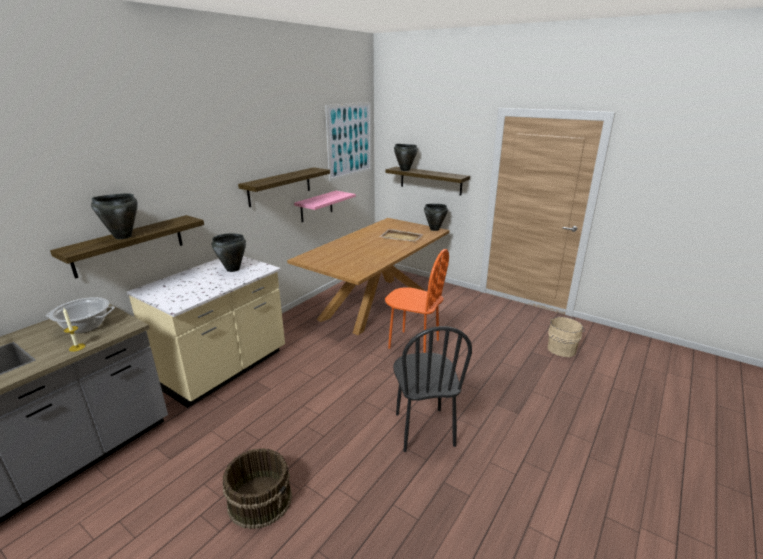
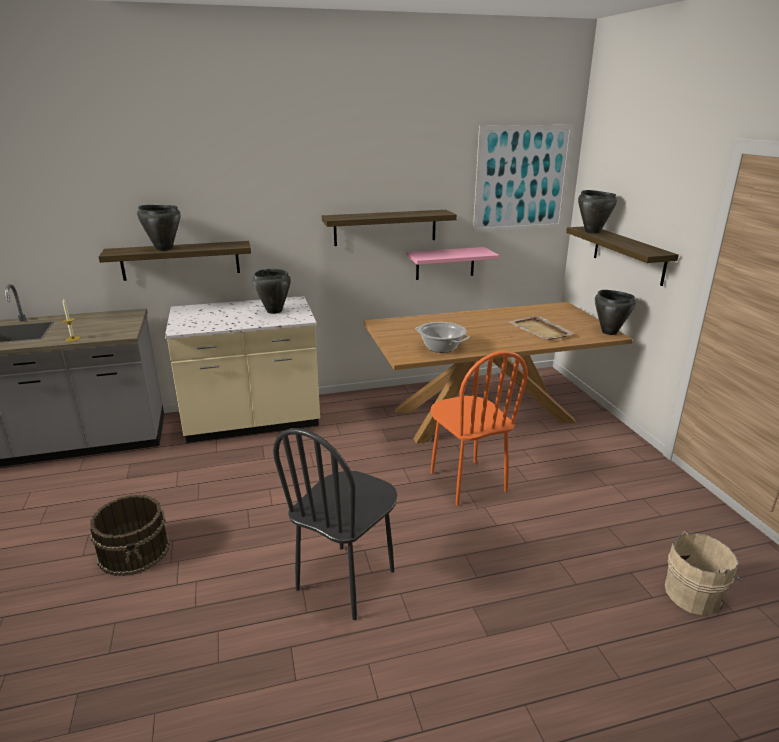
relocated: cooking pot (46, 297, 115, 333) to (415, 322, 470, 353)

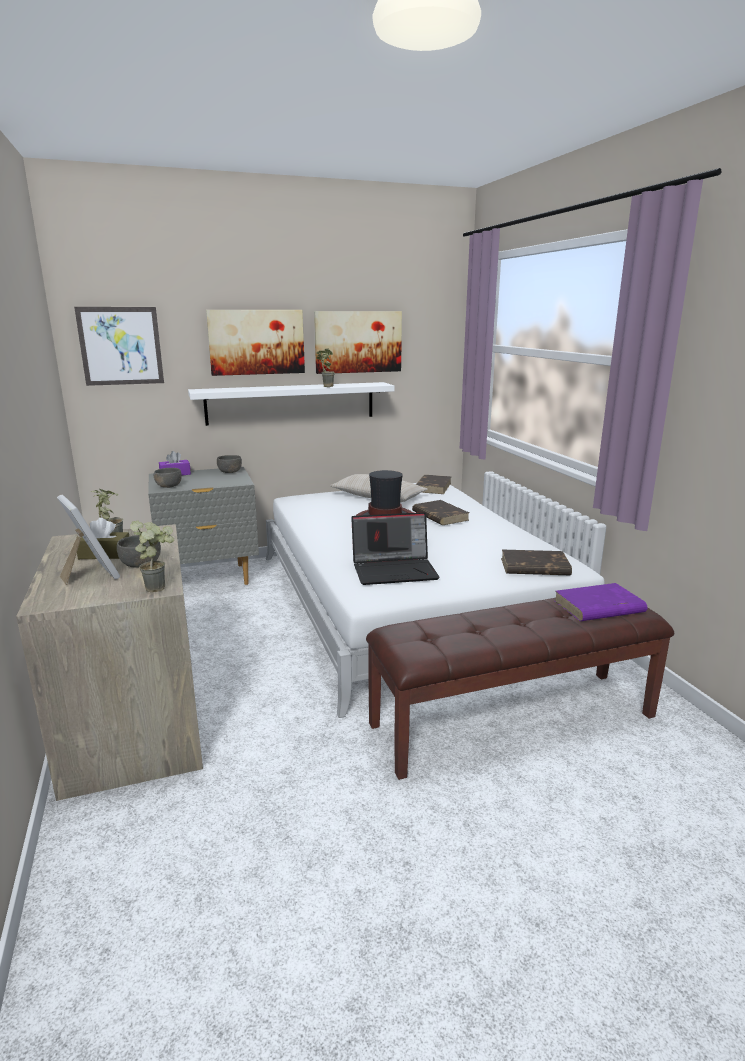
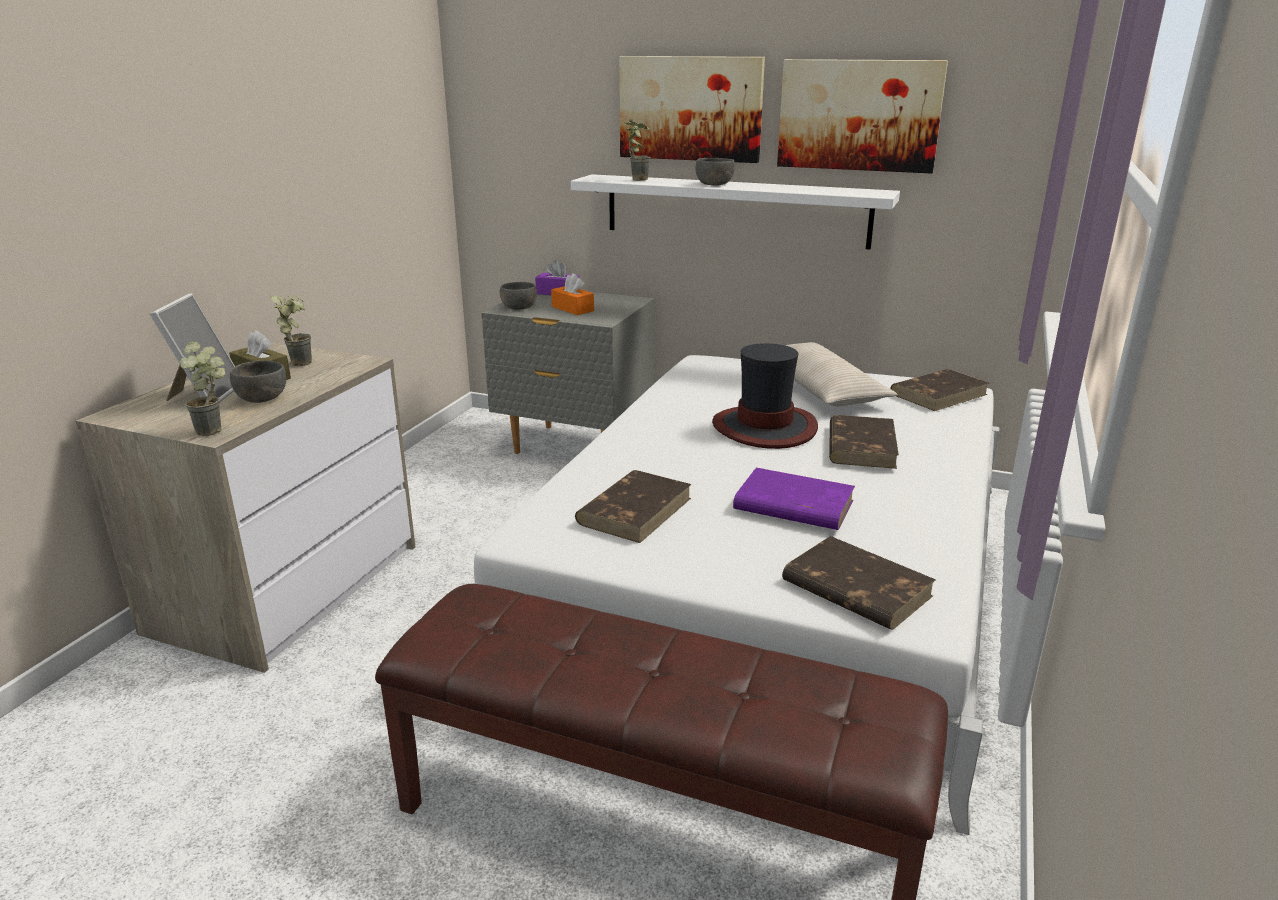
missing: picture (74, 307, 164, 386)
appeared: orange tissue box (551, 273, 594, 315)
relocated: grey bowl (217, 455, 242, 473) to (696, 158, 735, 186); potted plant (317, 348, 335, 387) to (625, 119, 650, 181); purple book (555, 583, 647, 621) to (733, 468, 855, 530)
exchanged: laptop (351, 512, 440, 585) to brown book (575, 470, 692, 543)

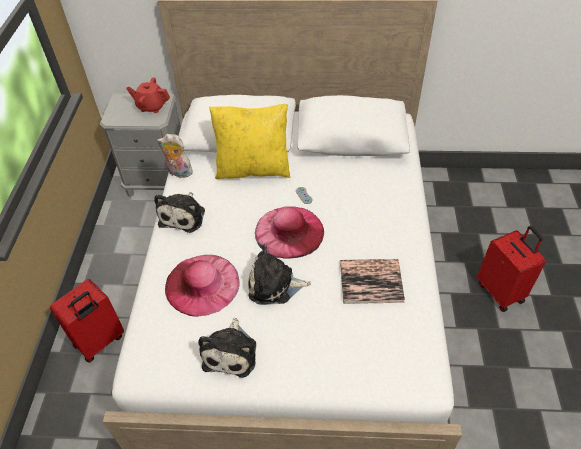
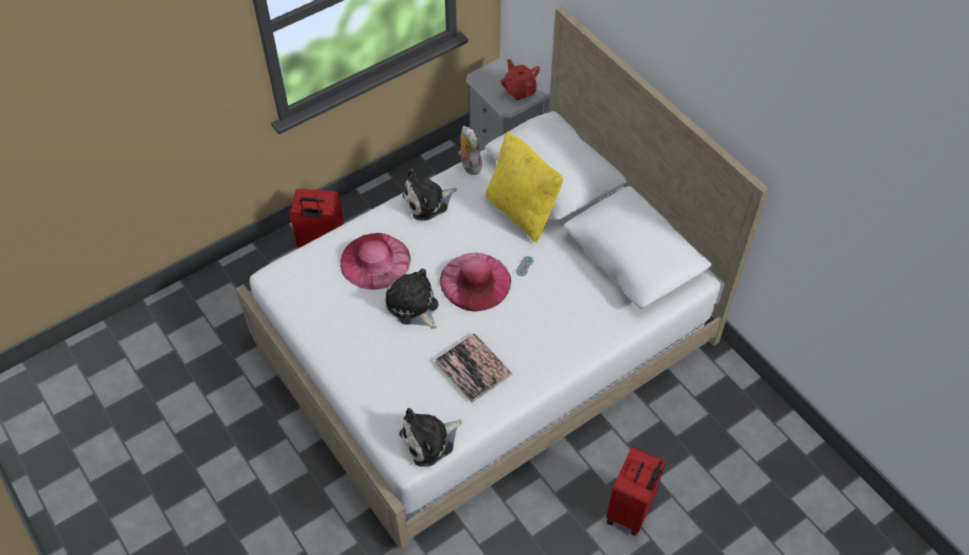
relocated: plush toy (198, 318, 256, 378) to (399, 408, 462, 467)

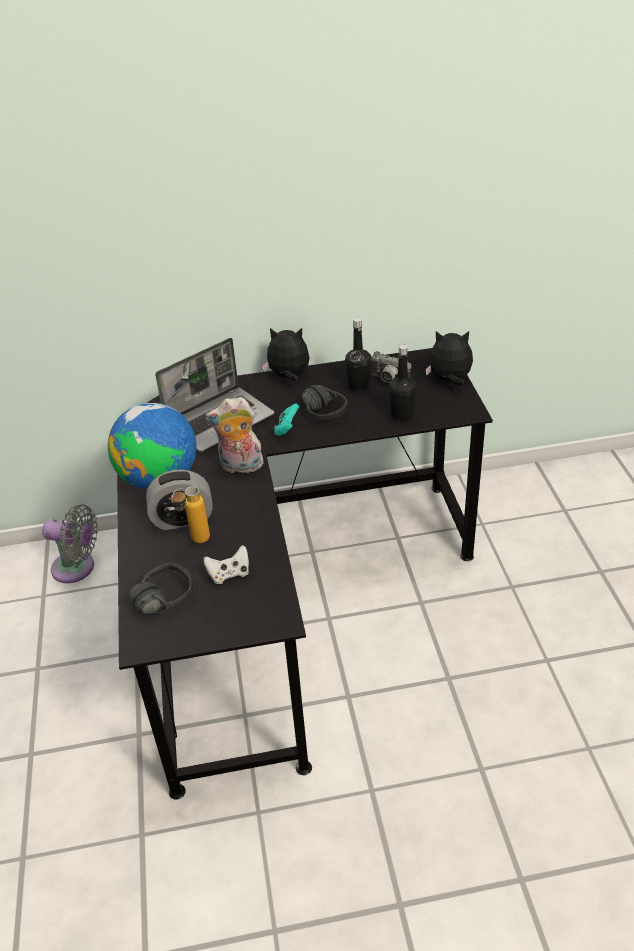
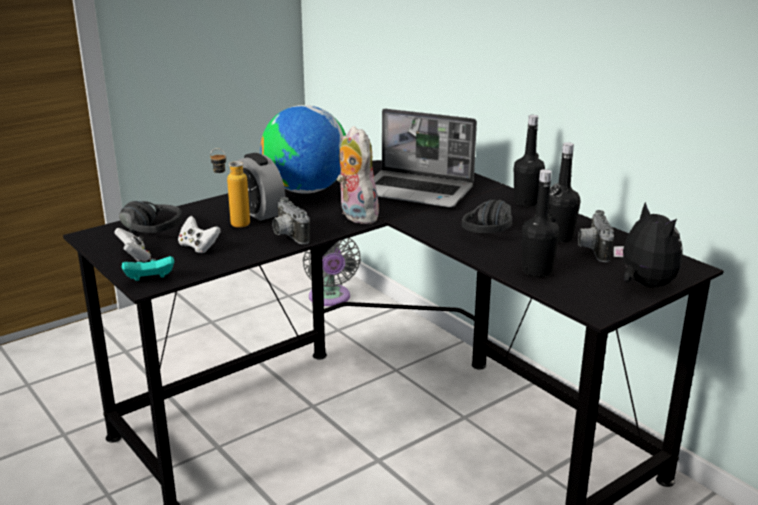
appeared: white game controller (114, 228, 151, 262); photo camera (272, 197, 310, 244)
relocated: turquoise game controller (273, 403, 299, 436) to (122, 256, 174, 281)
exchanged: plush toy (262, 328, 310, 381) to black bottle (514, 115, 545, 206)

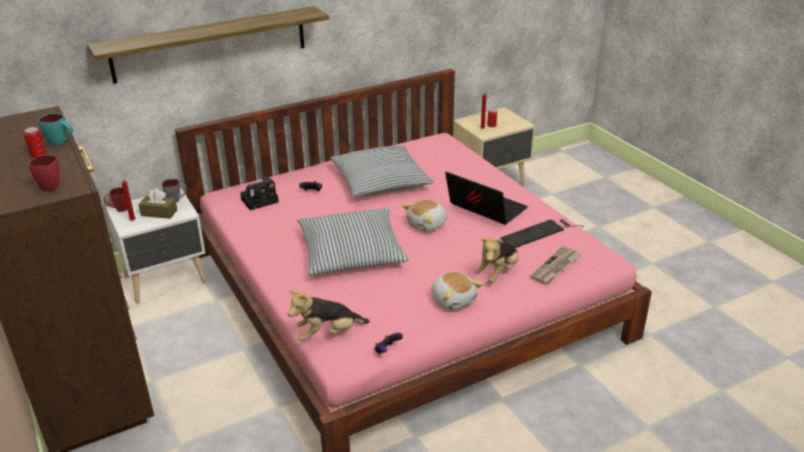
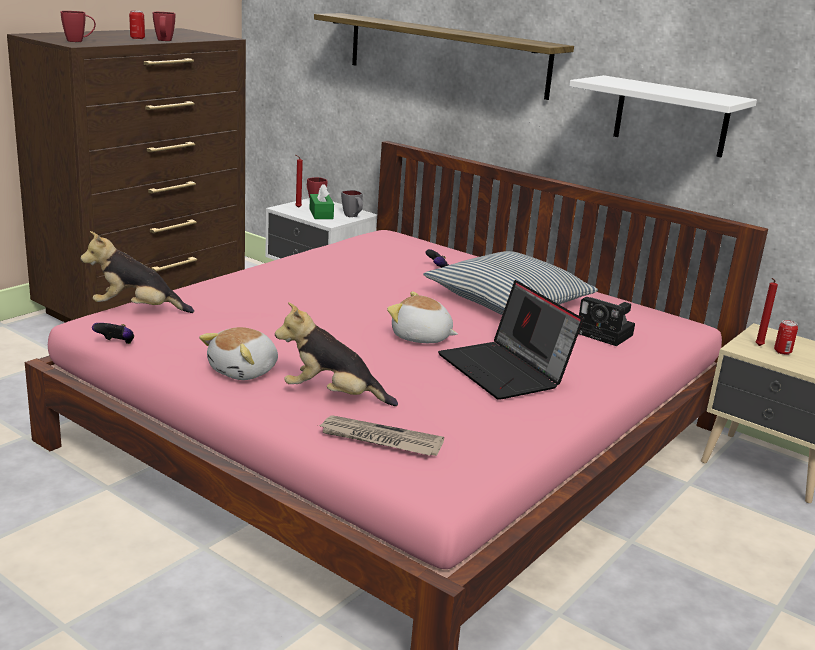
missing: pillow (297, 208, 409, 275); keyboard (501, 219, 584, 248)
appeared: white shelf (569, 75, 757, 157)
relocated: photo camera (240, 175, 279, 210) to (579, 297, 635, 346)
colour: turquoise mug (38, 113, 73, 146) to red mug (153, 12, 175, 41); brown tissue box (138, 189, 177, 219) to green tissue box (310, 184, 334, 219)
spun: plush toy (288, 290, 370, 341) = (81, 231, 194, 313) 45 degrees counterclockwise; laptop (445, 172, 528, 225) = (438, 280, 583, 400) 135 degrees clockwise

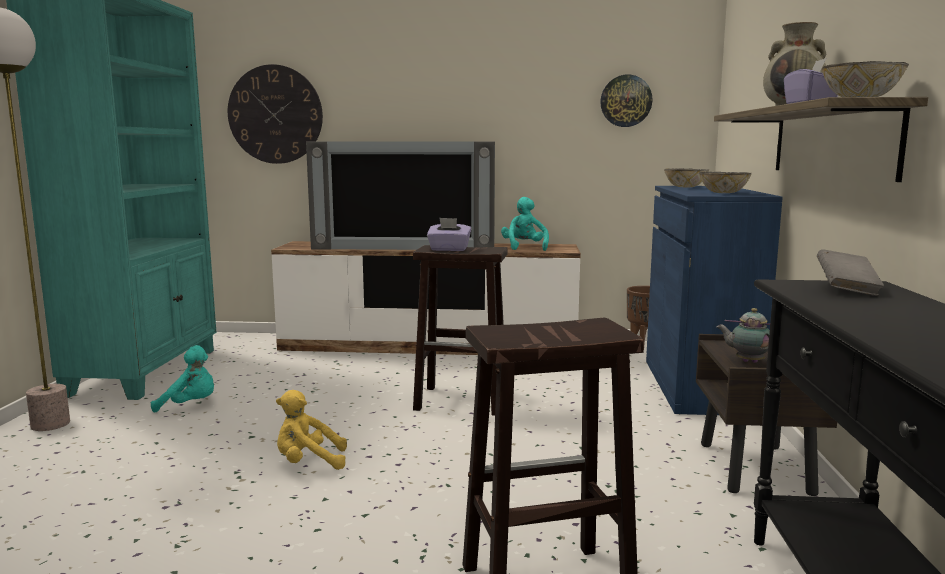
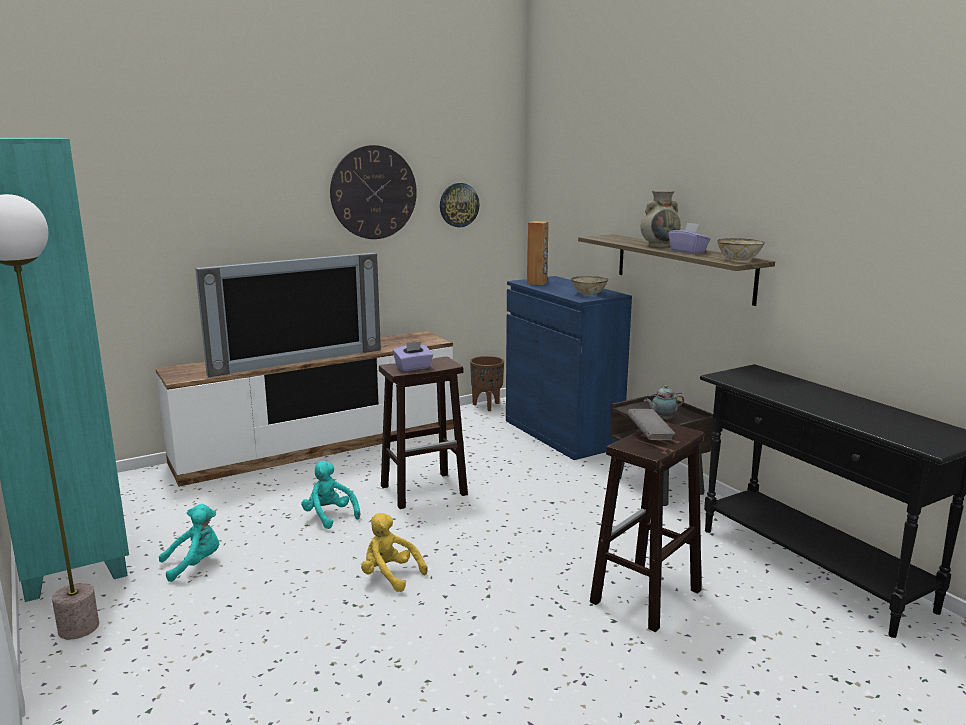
relocated: wall clock (228, 64, 323, 164) to (330, 145, 417, 239); turquoise plush toy (501, 197, 549, 251) to (301, 461, 360, 529); grey book (817, 249, 884, 296) to (627, 409, 675, 440)
exchanged: bowl (664, 168, 709, 187) to brown speaker (527, 221, 549, 285)
spun: yellow plush toy (276, 390, 347, 470) = (361, 513, 428, 592) 75 degrees clockwise

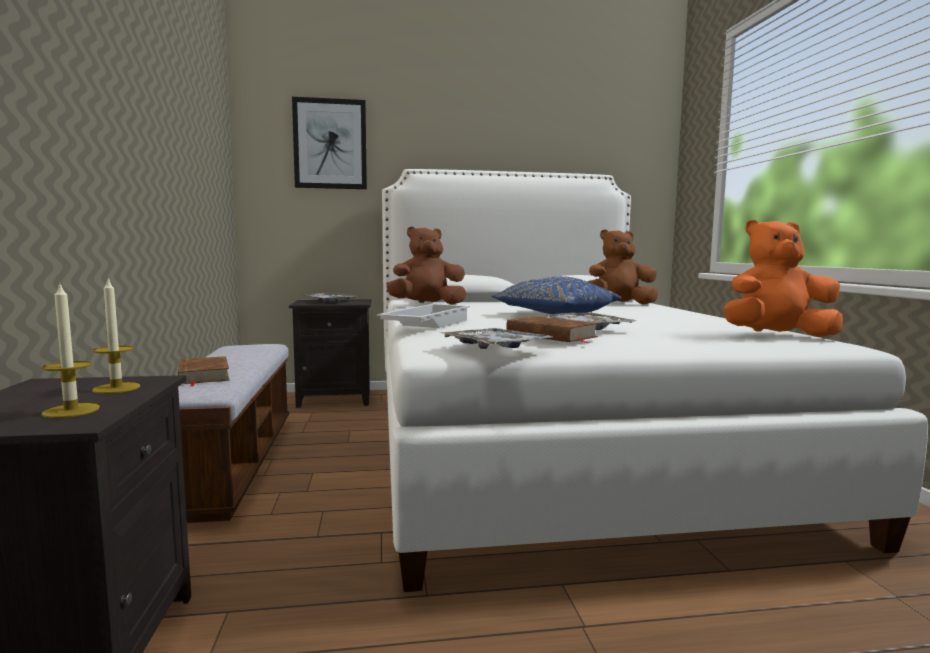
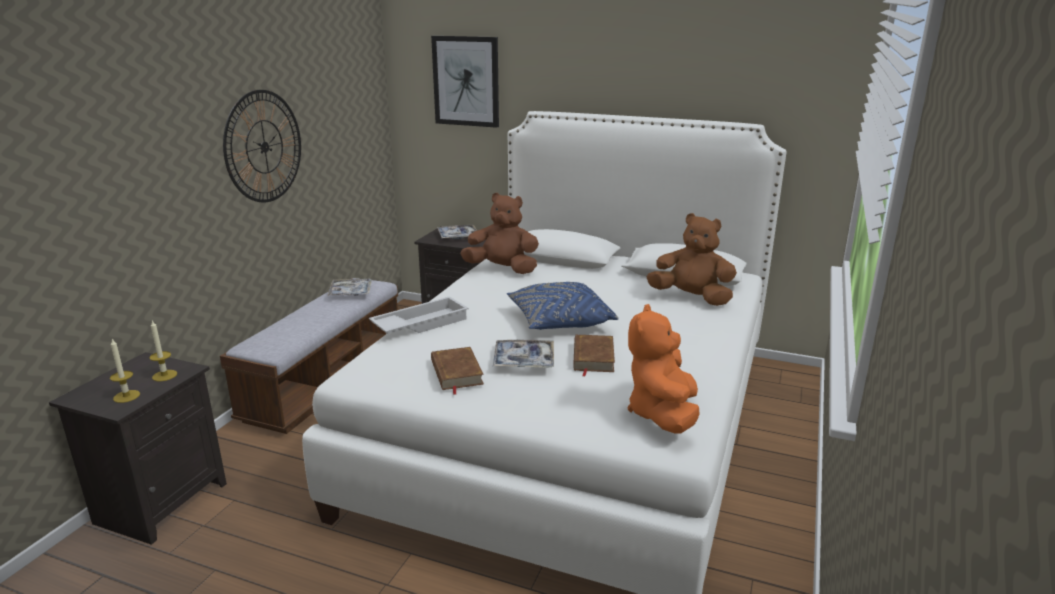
appeared: wall clock (223, 90, 301, 203)
relocated: brown book (178, 356, 229, 386) to (573, 335, 615, 377); tray (441, 328, 554, 349) to (327, 279, 372, 296)
spun: orange plush toy (724, 220, 843, 337) = (628, 304, 700, 434) 105 degrees counterclockwise

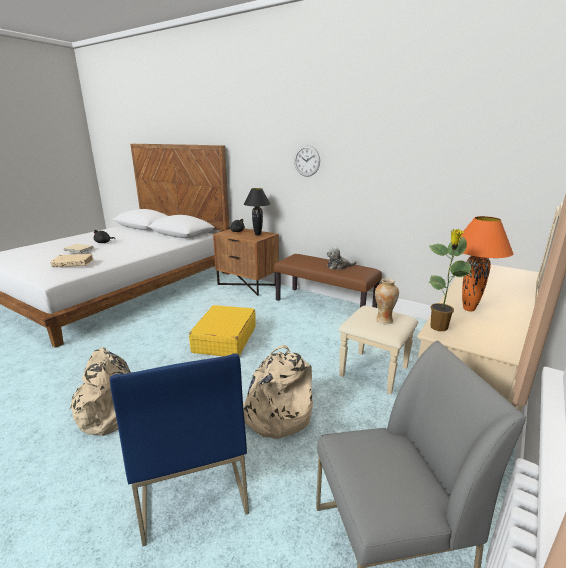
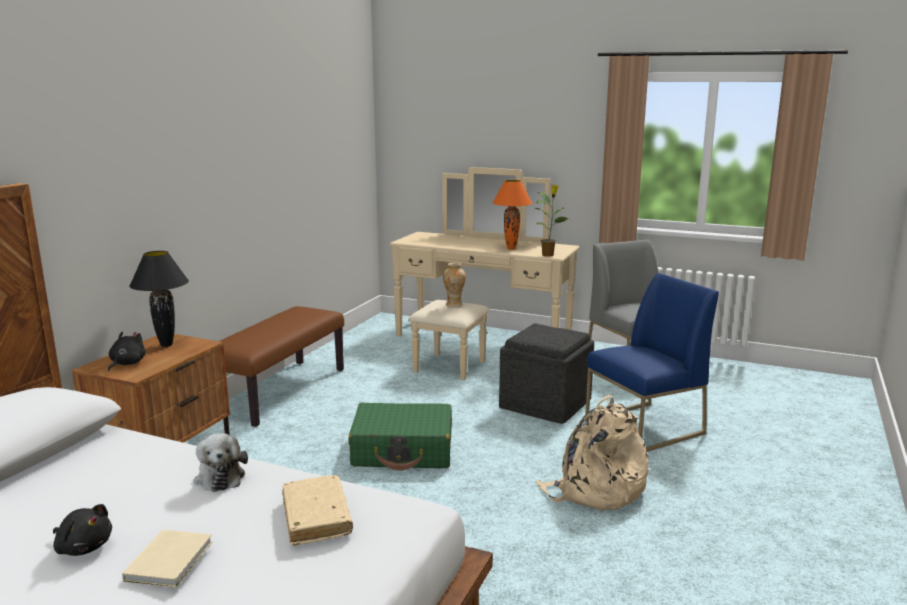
missing: wall clock (294, 145, 320, 177)
relocated: plush toy (327, 247, 357, 270) to (194, 433, 248, 492)
exchanged: beige backpack (243, 345, 313, 439) to grey ottoman (499, 323, 594, 424)
colour: yellow suitcase (189, 305, 256, 356) to green suitcase (348, 403, 452, 470)

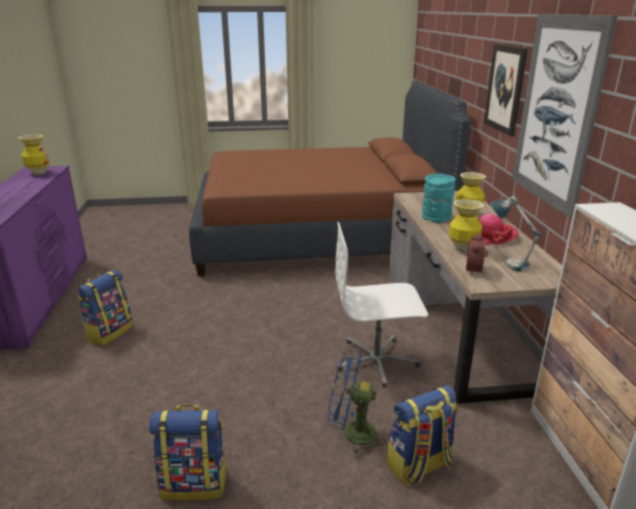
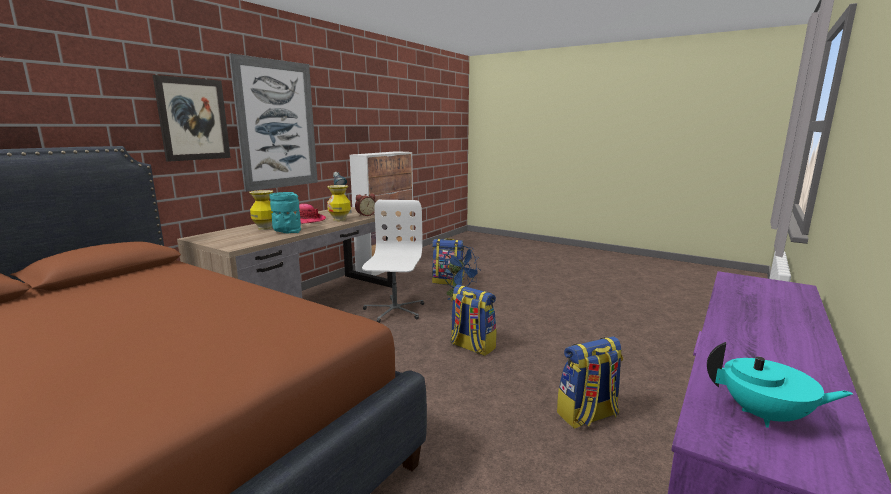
relocated: backpack (149, 404, 227, 501) to (450, 285, 497, 356)
exchanged: vase (19, 135, 50, 175) to turquoise teapot (707, 342, 853, 428)
spun: white office chair (335, 222, 428, 387) = (362, 200, 424, 323) 120 degrees counterclockwise

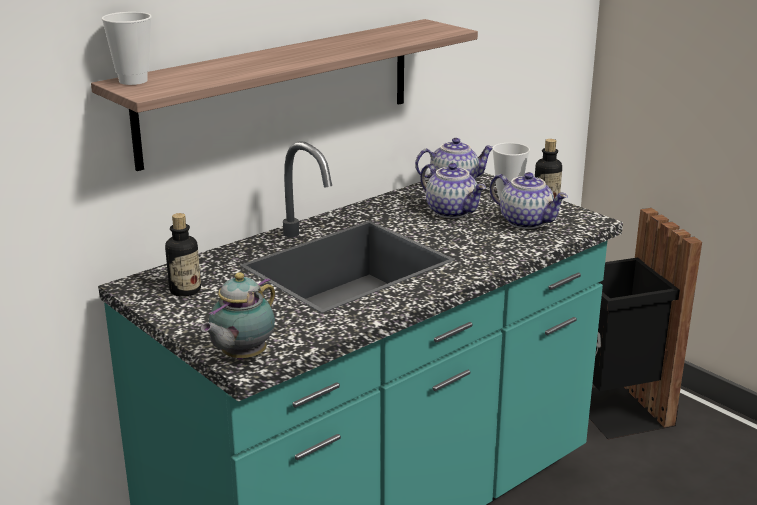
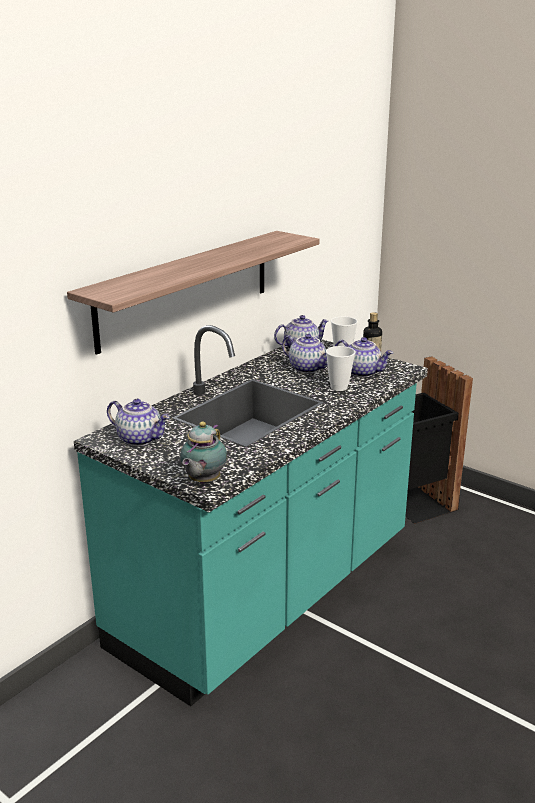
relocated: cup (102, 12, 152, 85) to (326, 346, 355, 391)
exchanged: bottle (165, 213, 201, 297) to teapot (107, 399, 170, 446)

